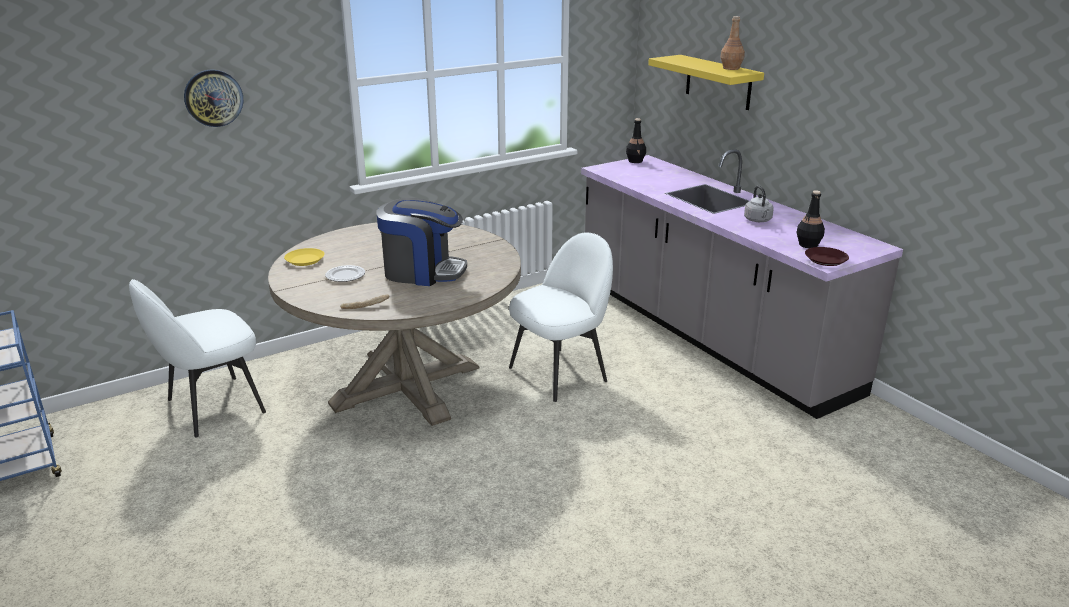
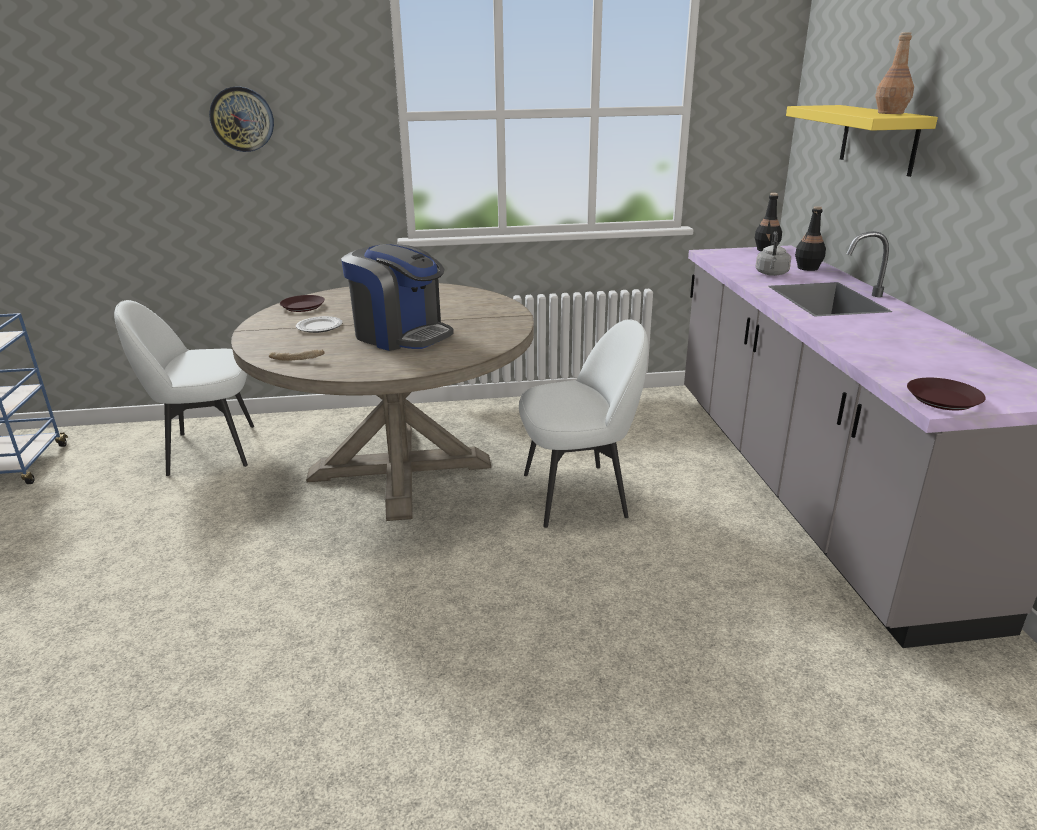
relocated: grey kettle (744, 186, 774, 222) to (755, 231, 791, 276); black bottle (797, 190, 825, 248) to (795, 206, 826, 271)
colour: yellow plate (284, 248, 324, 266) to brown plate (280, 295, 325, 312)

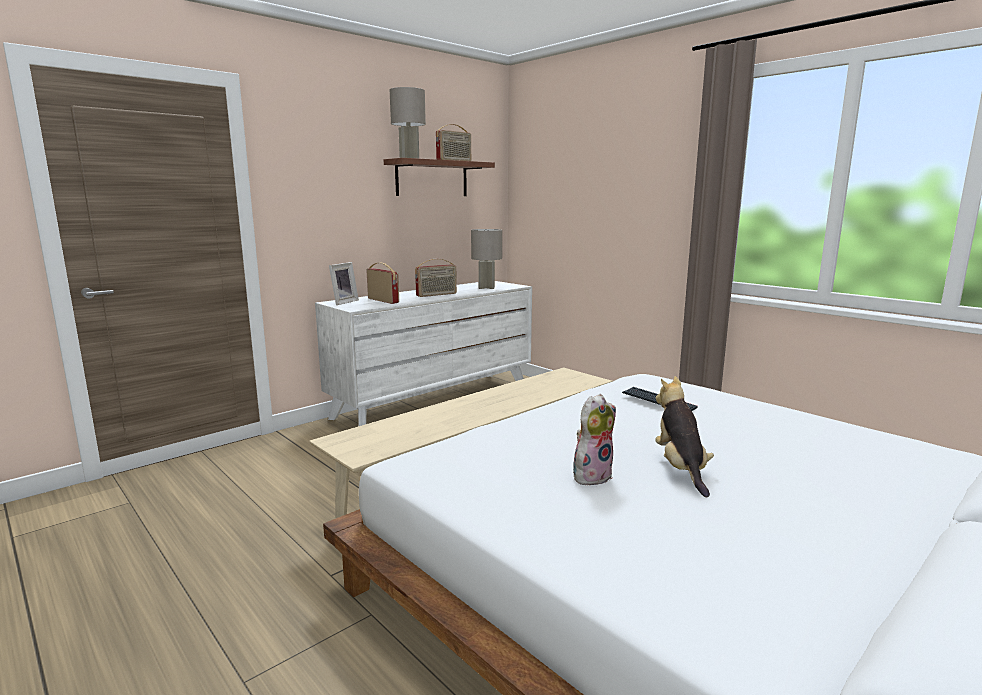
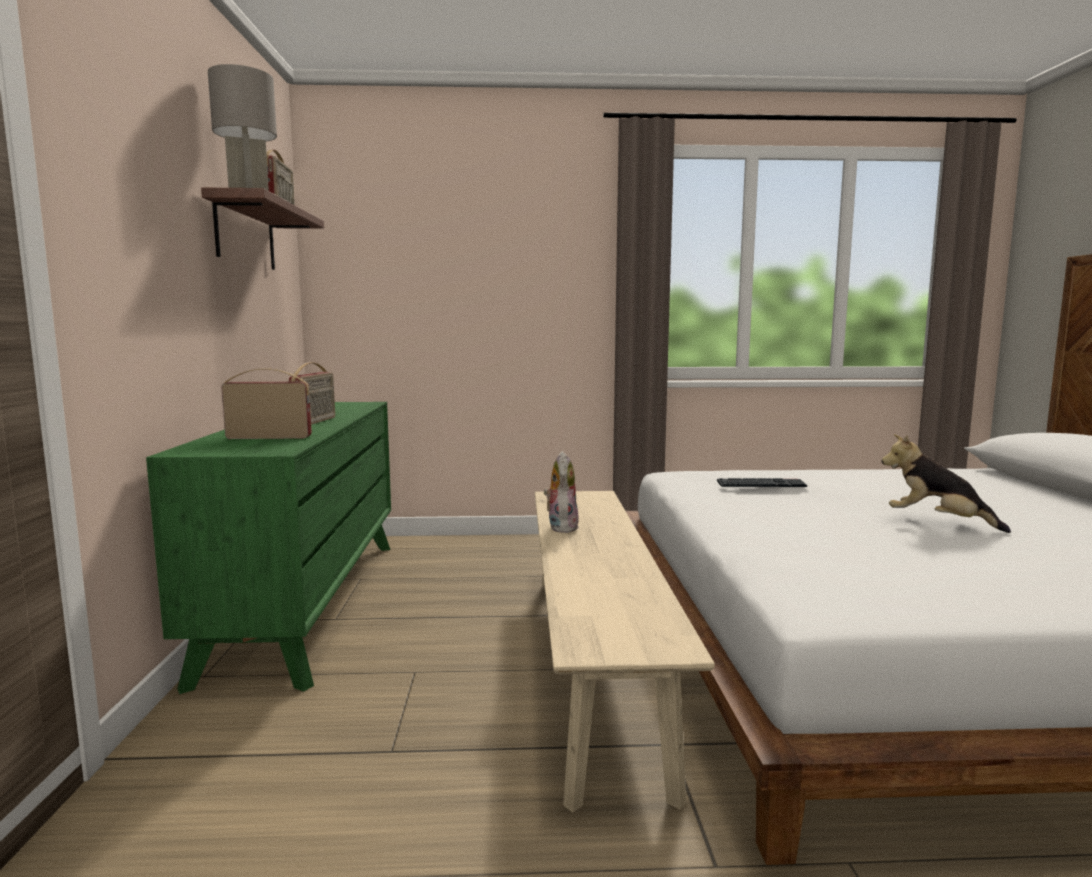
missing: picture frame (329, 262, 359, 305); grey table lamp (471, 229, 502, 289)
relocated: plush toy (573, 394, 616, 485) to (544, 451, 578, 533)
colour: white dresser (315, 281, 532, 426) to green dresser (146, 402, 391, 694)

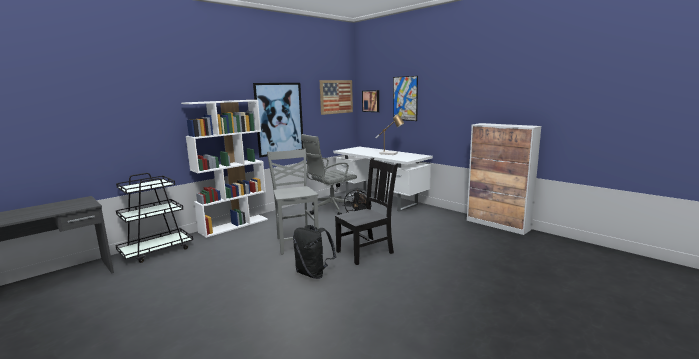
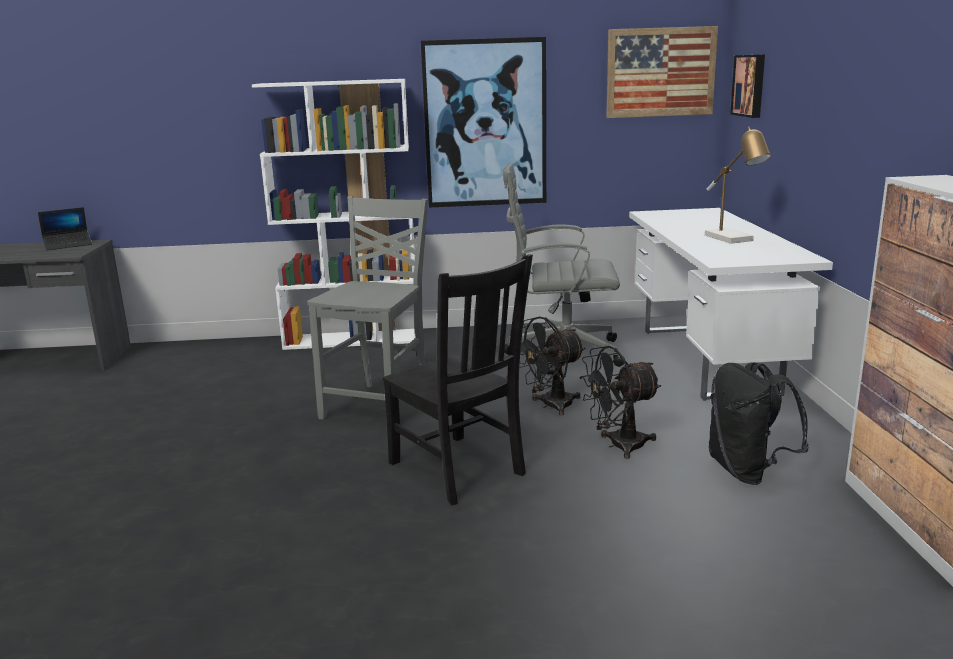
missing: black cart (115, 173, 193, 263); picture (393, 76, 418, 121)
appeared: laptop (38, 207, 92, 250); black fan (579, 346, 661, 459)
relocated: black backpack (293, 225, 336, 279) to (708, 362, 809, 485)
spun: black chair (335, 158, 398, 265) = (383, 254, 533, 505) 45 degrees clockwise

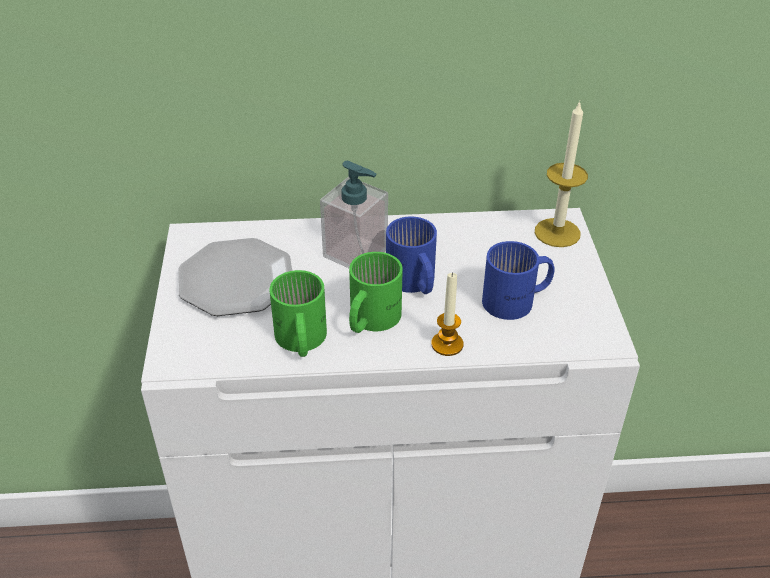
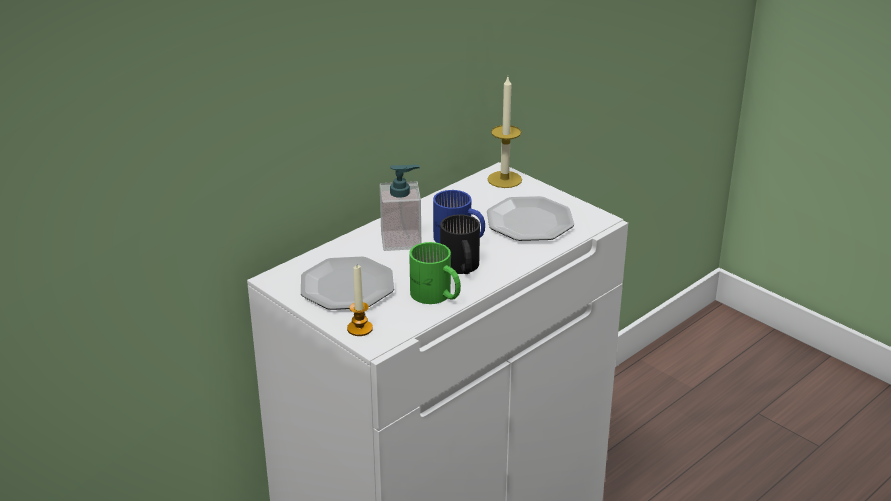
relocated: candle (431, 272, 464, 356) to (347, 265, 373, 336)
exchanged: blue mug (482, 241, 554, 320) to plate (487, 196, 574, 241)
colour: green mug (349, 252, 403, 333) to black mug (440, 214, 480, 274)

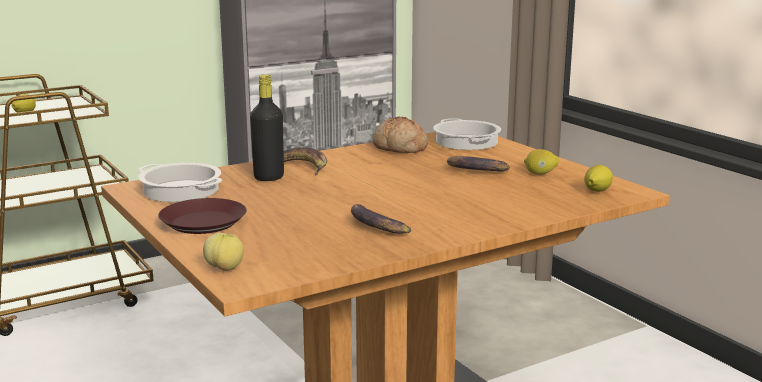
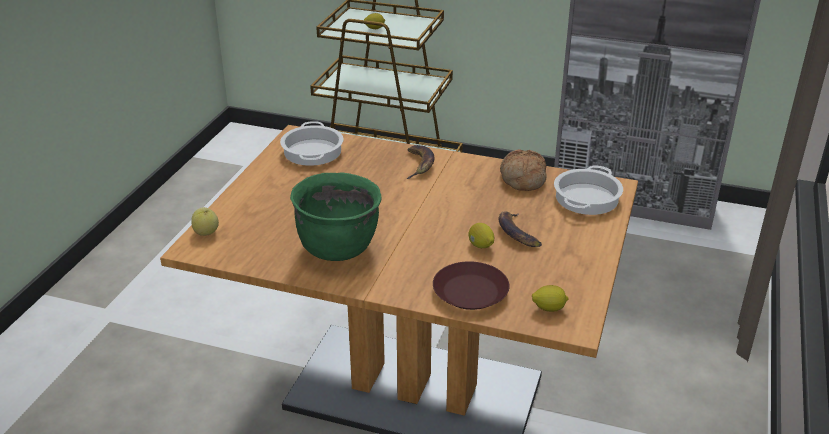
missing: black bottle (250, 74, 284, 181)
relocated: brown plate (158, 198, 246, 234) to (433, 261, 510, 310); lemon (524, 149, 559, 175) to (468, 223, 494, 248)
exchanged: banana (351, 204, 411, 234) to green cooking pot (290, 172, 382, 261)

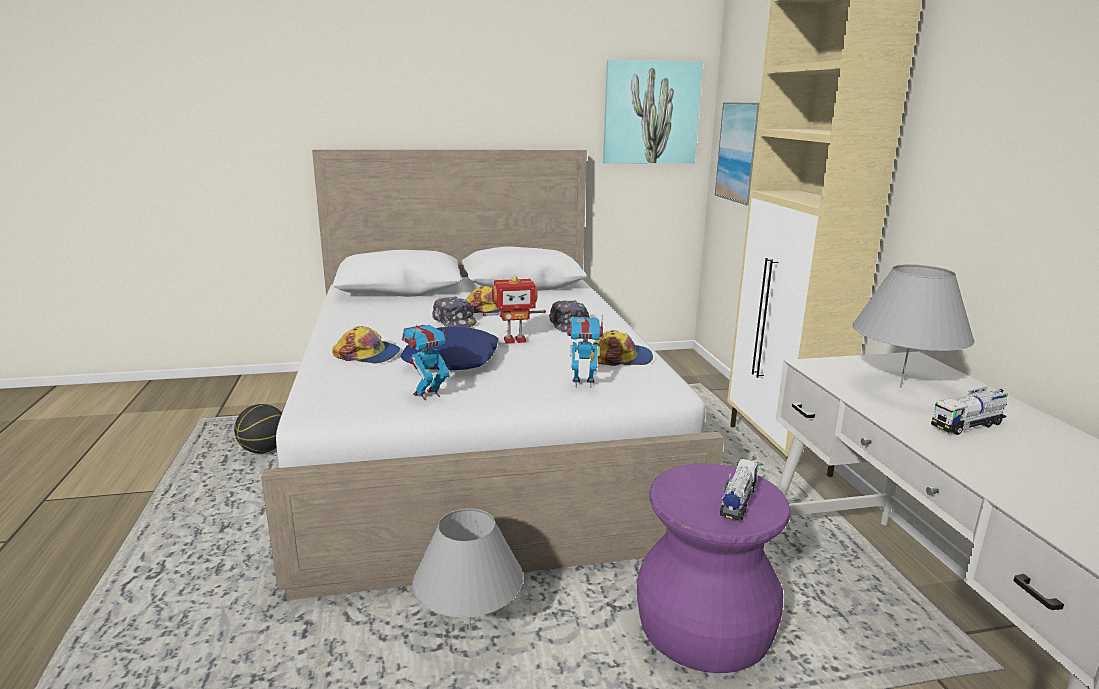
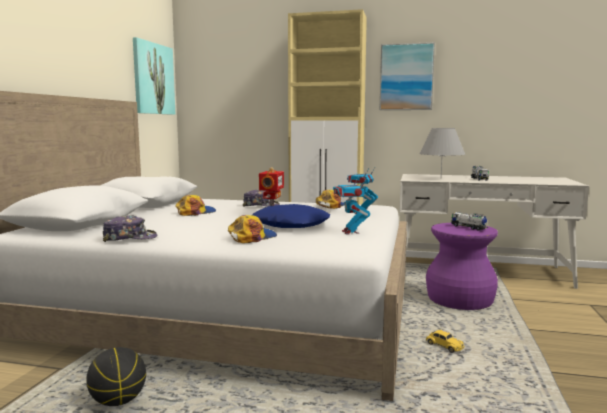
relocated: cap (432, 297, 477, 327) to (103, 215, 158, 242); picture (715, 102, 760, 206) to (379, 42, 435, 110)
exchanged: grey table lamp (412, 508, 524, 627) to yellow toy car (426, 330, 465, 353)

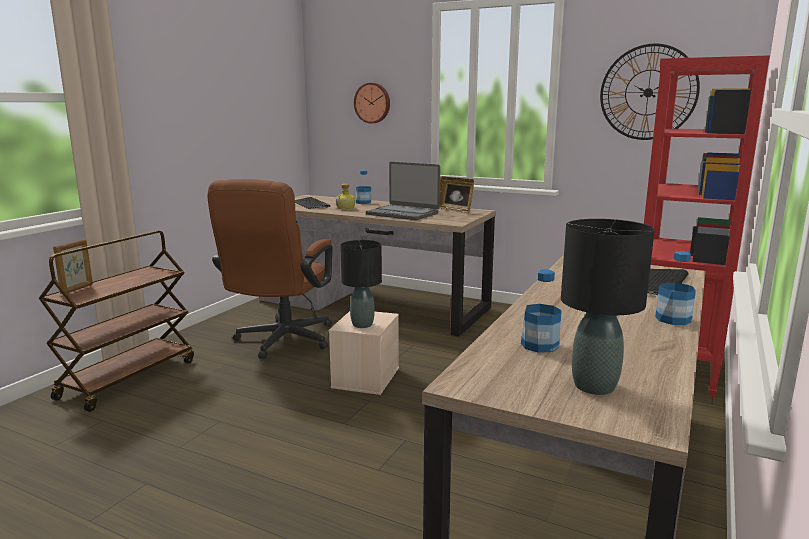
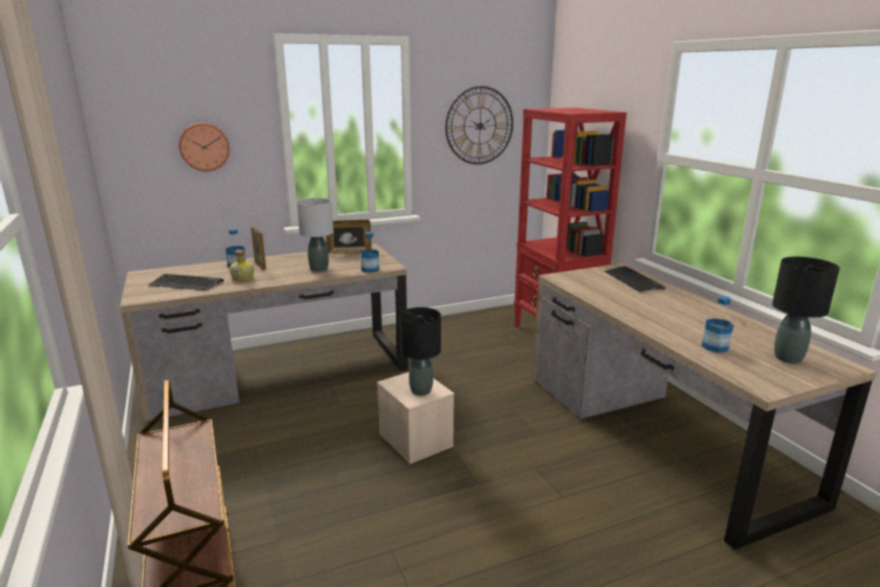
missing: brown office chair (208, 179, 333, 359)
relocated: picture frame (53, 239, 93, 294) to (251, 227, 266, 270); bottle (655, 251, 696, 325) to (361, 232, 379, 272)
exchanged: laptop (366, 162, 440, 220) to grey table lamp (297, 198, 333, 272)

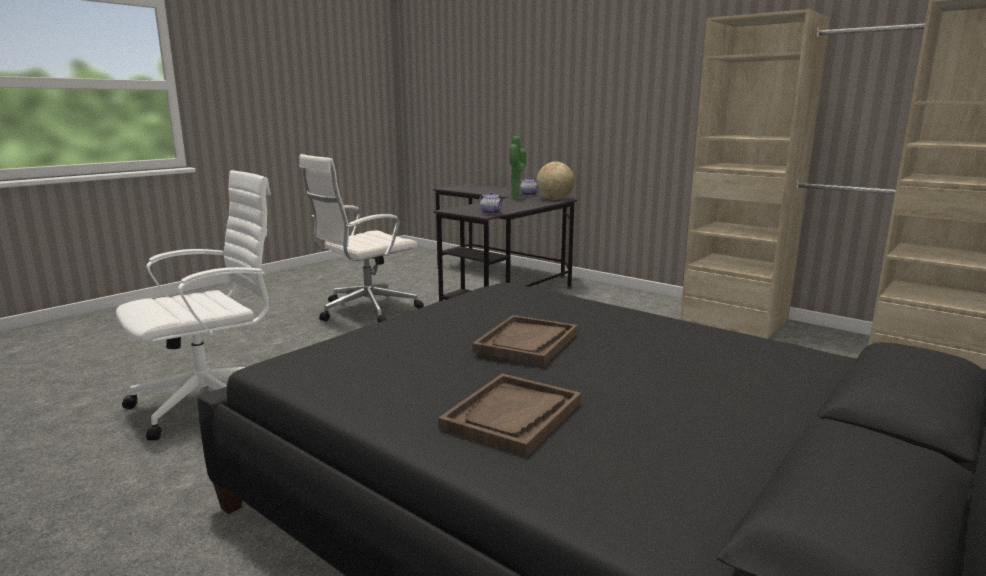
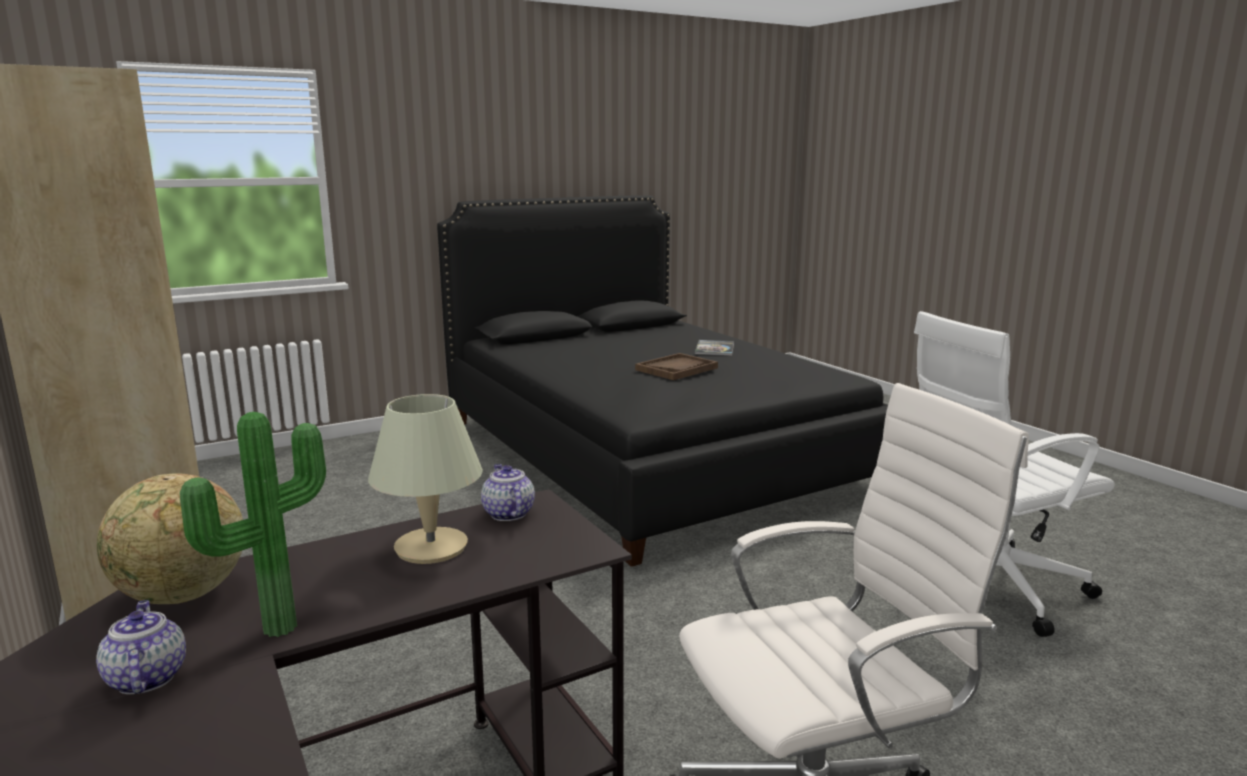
appeared: beige table lamp (368, 394, 483, 564)
exchanged: brown tray (438, 374, 581, 456) to book (695, 340, 734, 356)

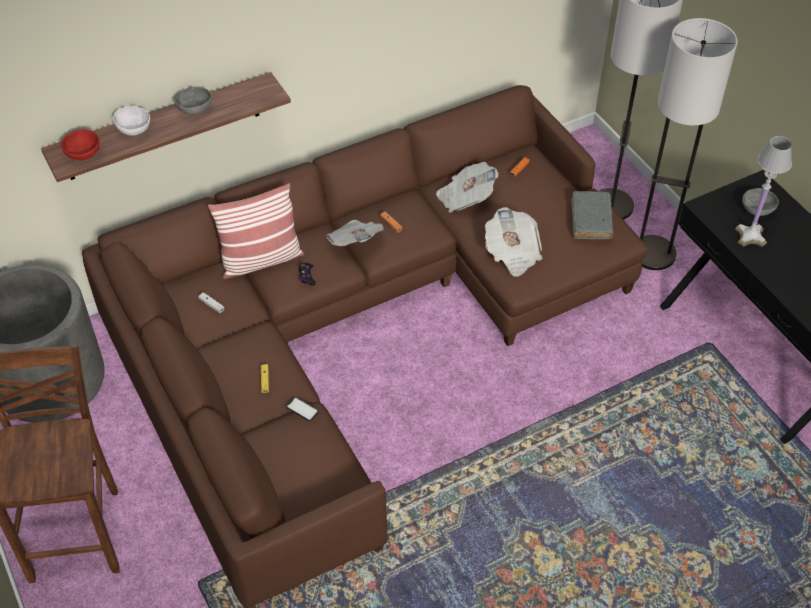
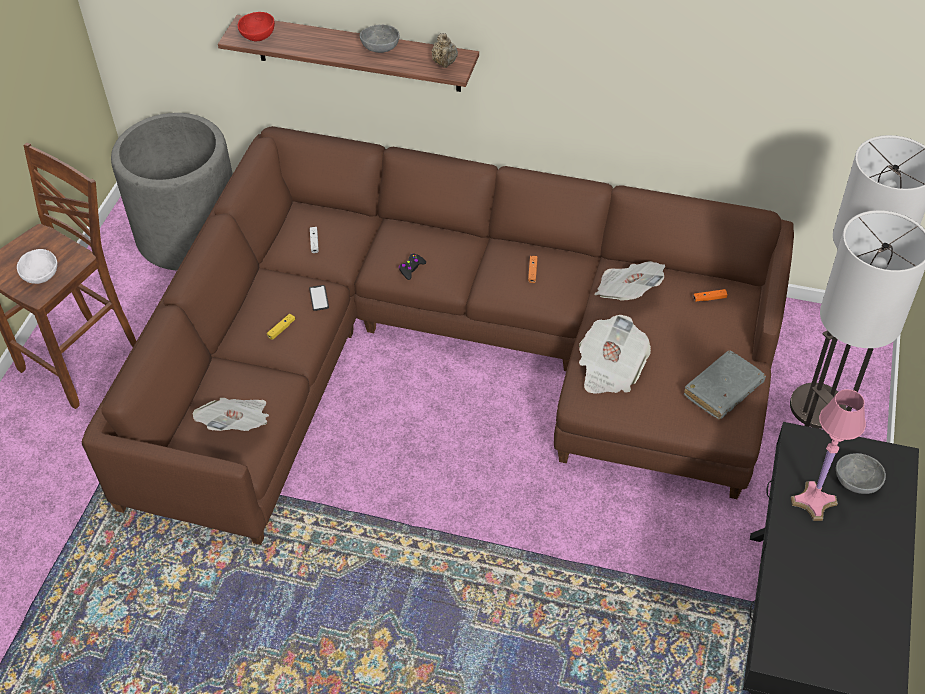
missing: pillow (208, 183, 304, 279)
appeared: beige teapot (432, 33, 458, 68)
relocated: white bowl (113, 106, 150, 136) to (17, 249, 57, 284); phone (286, 397, 319, 421) to (309, 285, 329, 311); newspaper (327, 220, 384, 246) to (193, 398, 269, 431)
colour: white table lamp (735, 136, 792, 247) to pink table lamp (791, 389, 866, 521)

